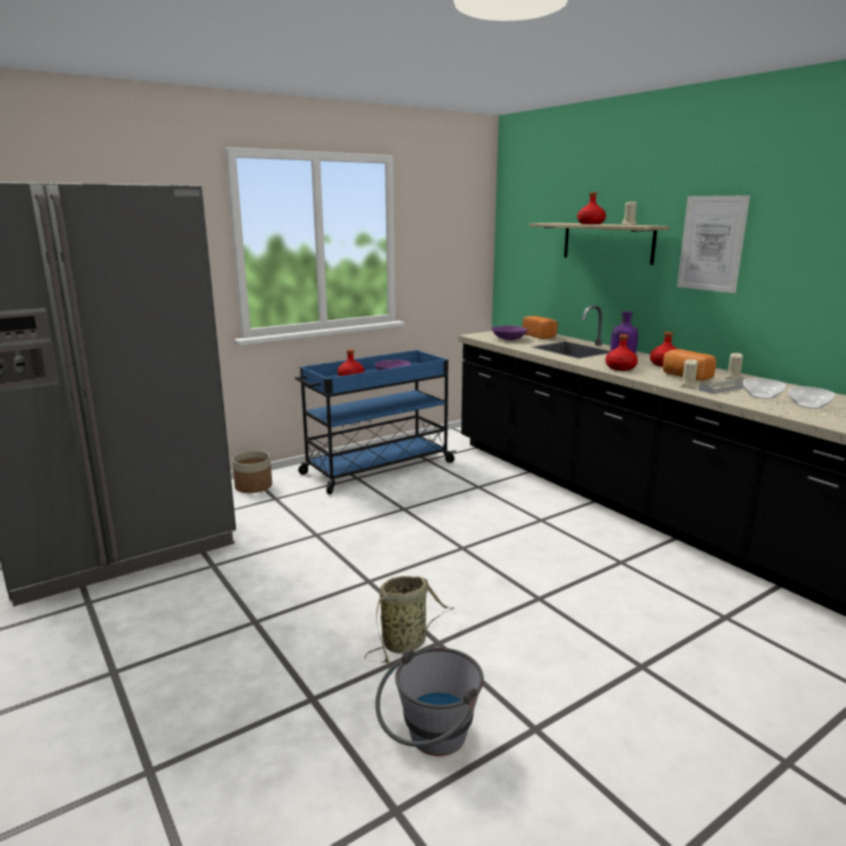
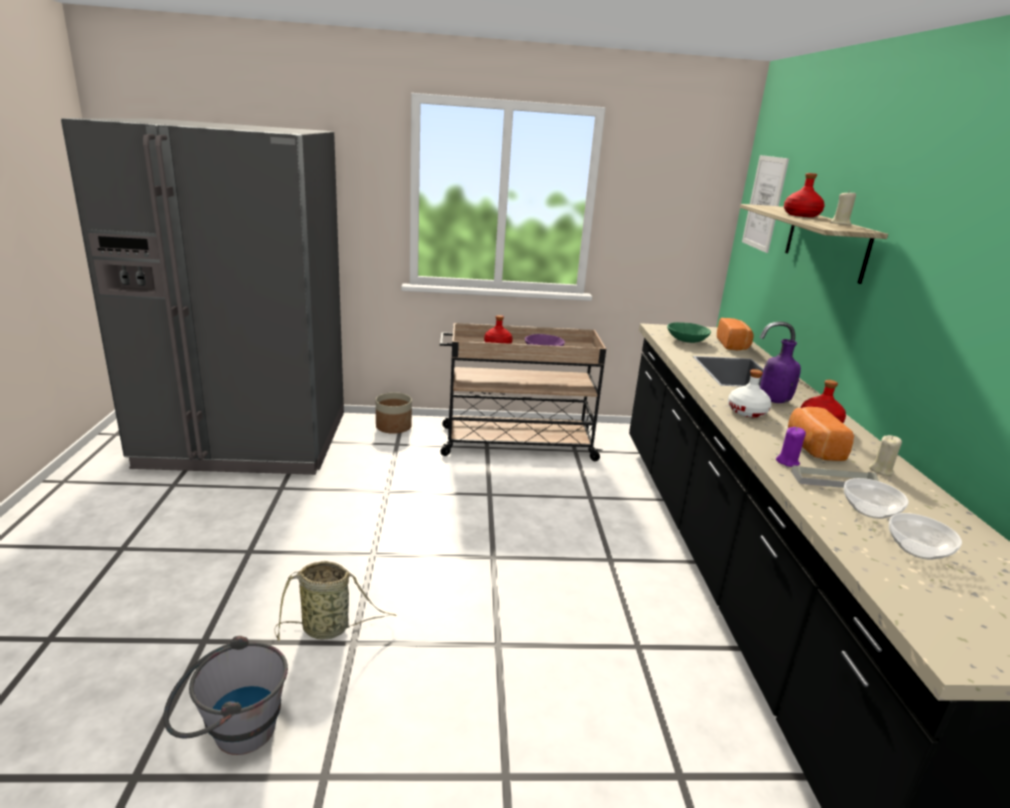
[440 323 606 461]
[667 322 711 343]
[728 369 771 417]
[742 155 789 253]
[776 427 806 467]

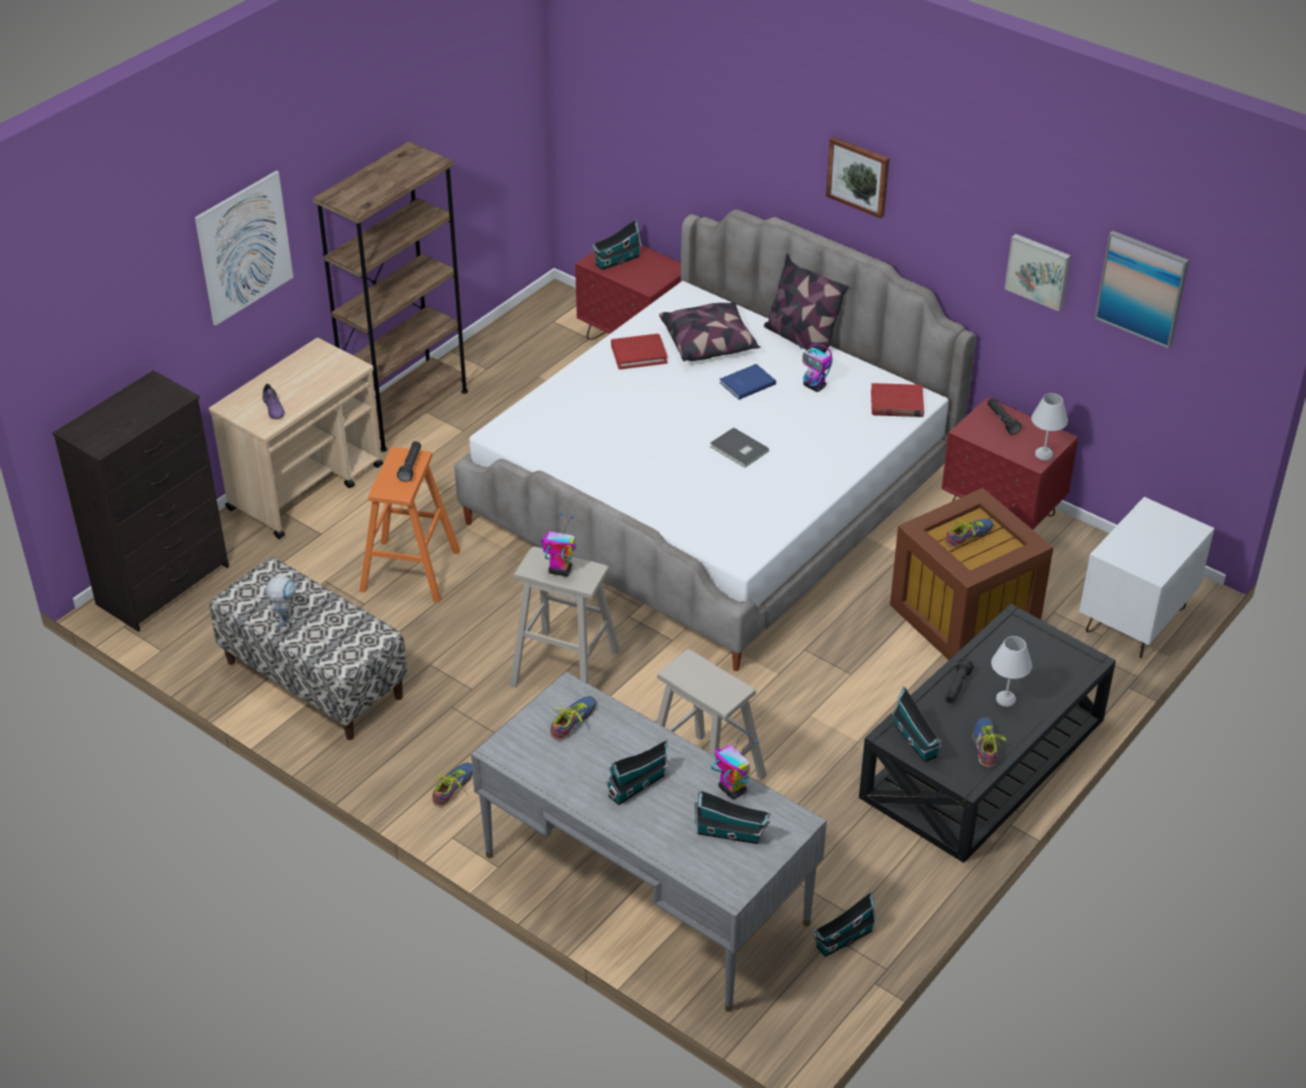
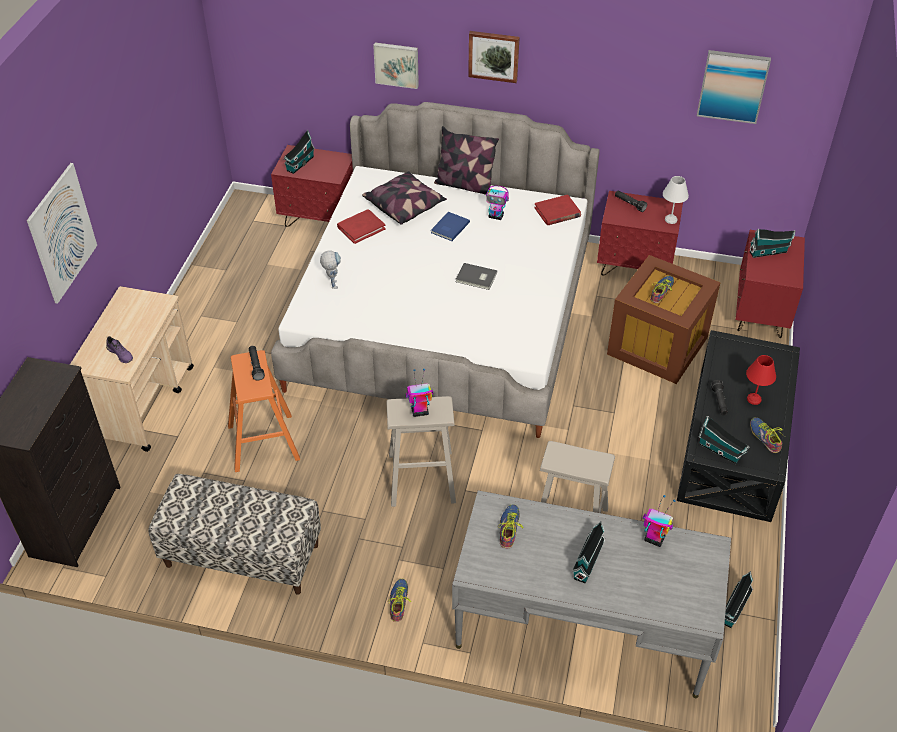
[320 250 341 289]
[313 141 468 452] (first image)
[749 229 796 258]
[746 355 776 405]
[373 43 419 89]
[736 230 805 338]

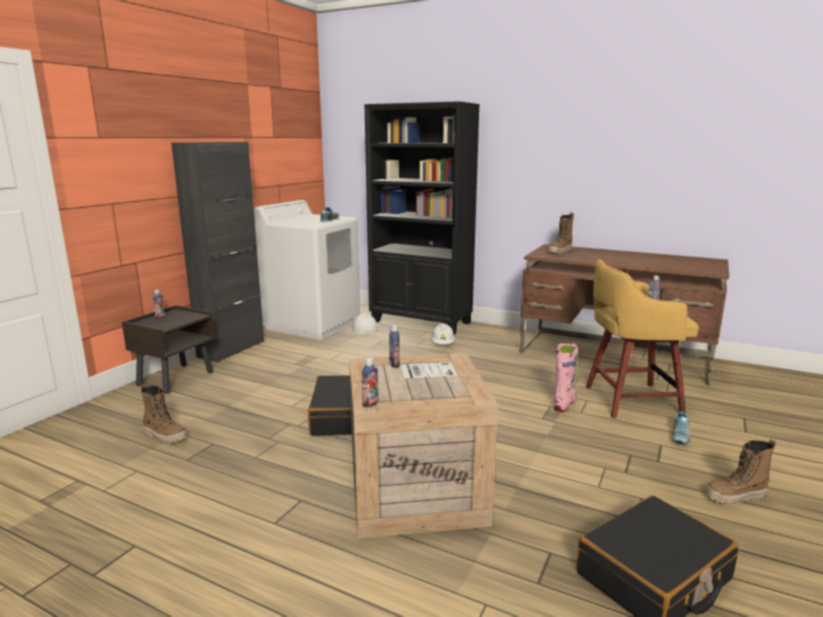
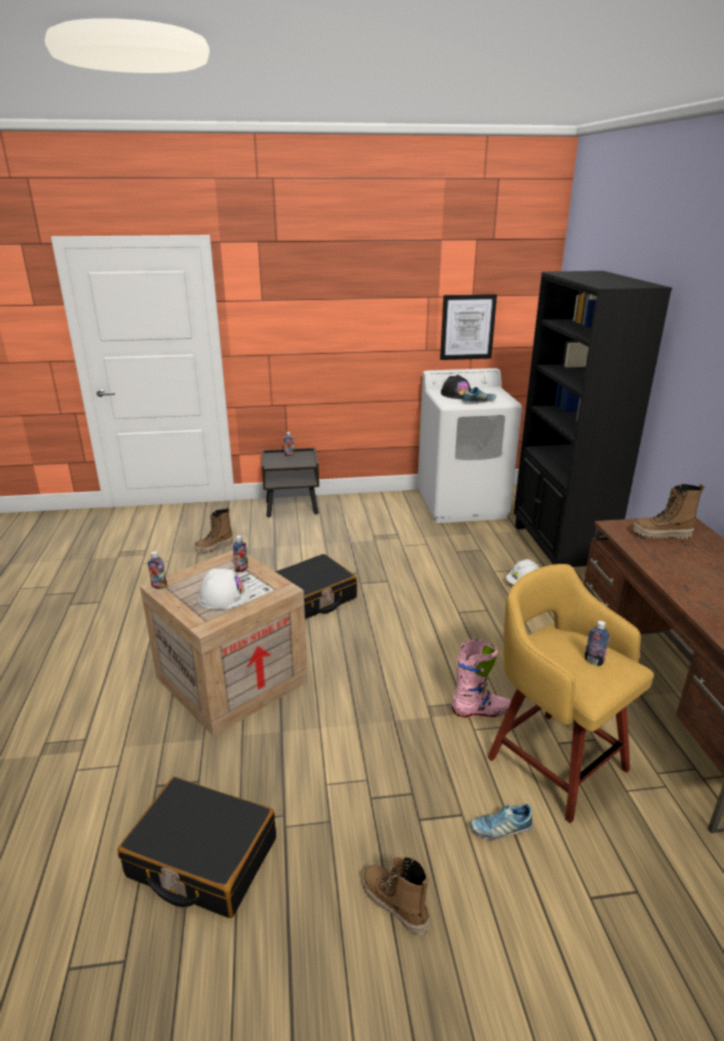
[195 507 233 553]
[171 142 264 363] (first image)
[198 569 251 609]
[440 294 497 360]
[441 375 472 399]

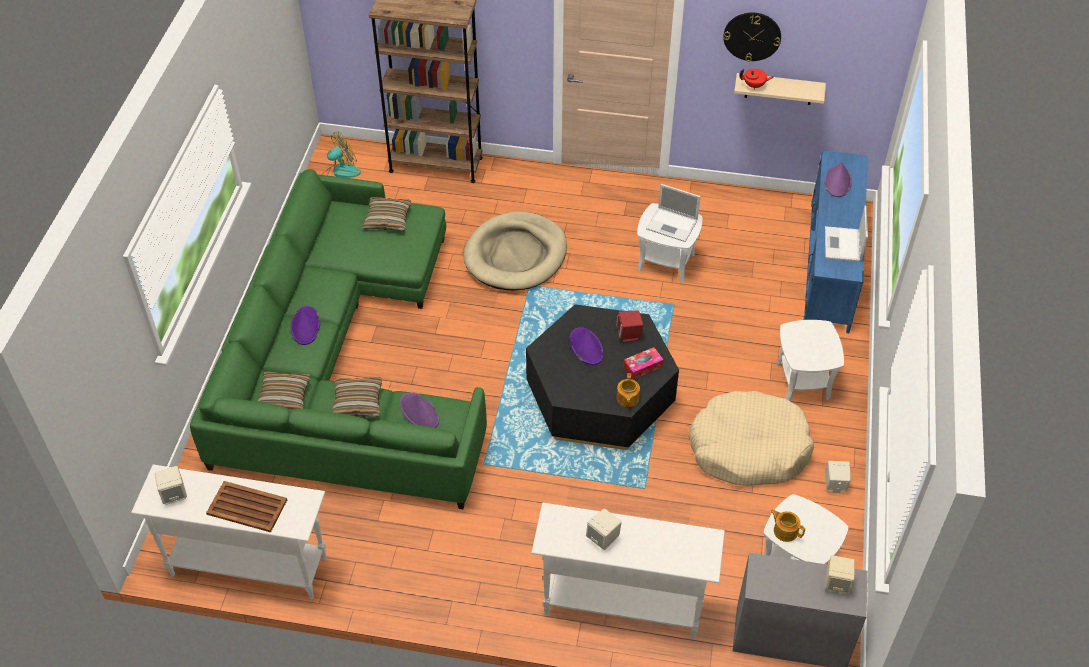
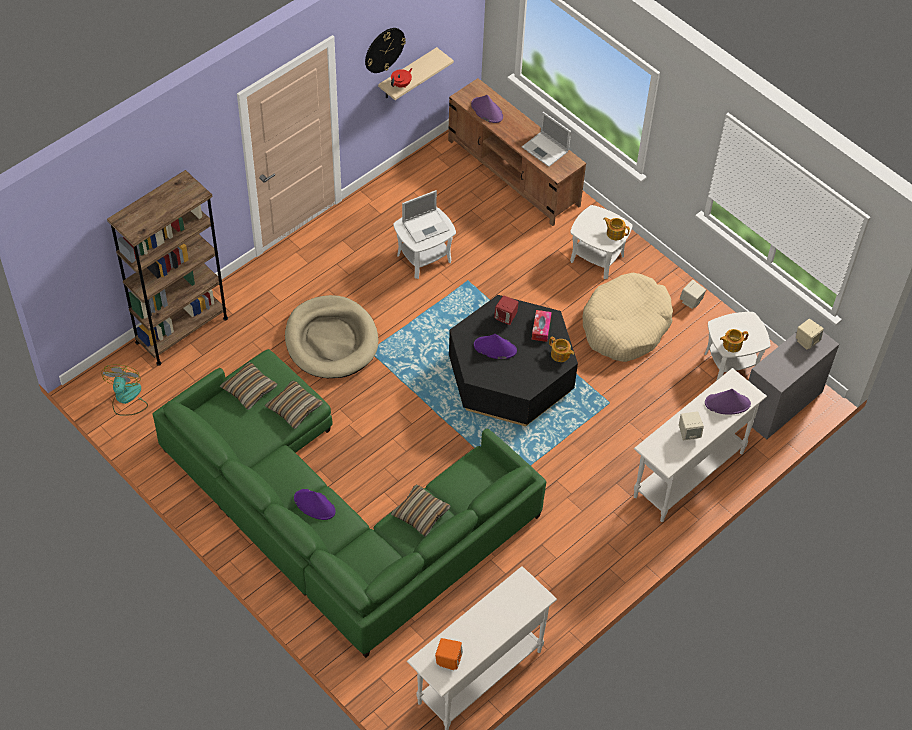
[435 638 463 670]
[206 481 287 532] (first image)
[265 380 323 429]
[705 389 751 415]
[448 78 586 226]
[604 217 630 240]

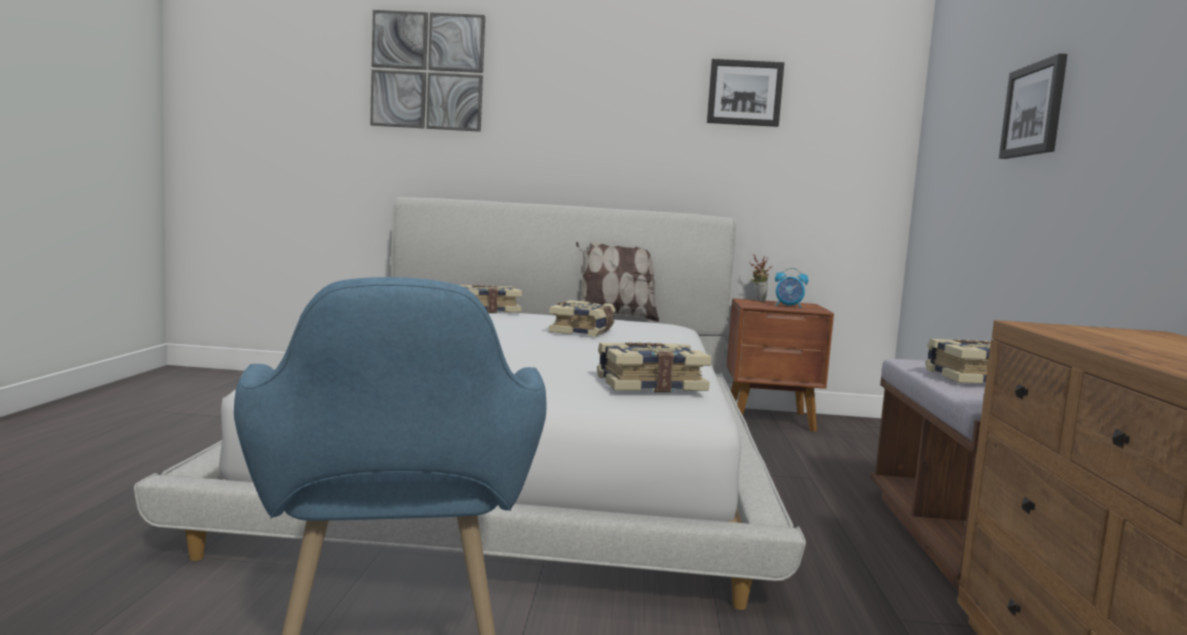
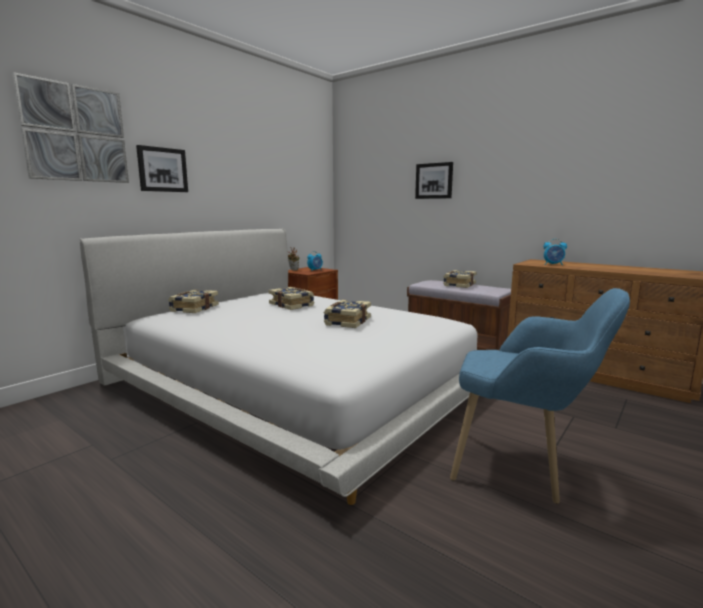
[576 242 659 322] (first image)
[324 300 371 328]
[136 145 188 192]
[544 239 567 265]

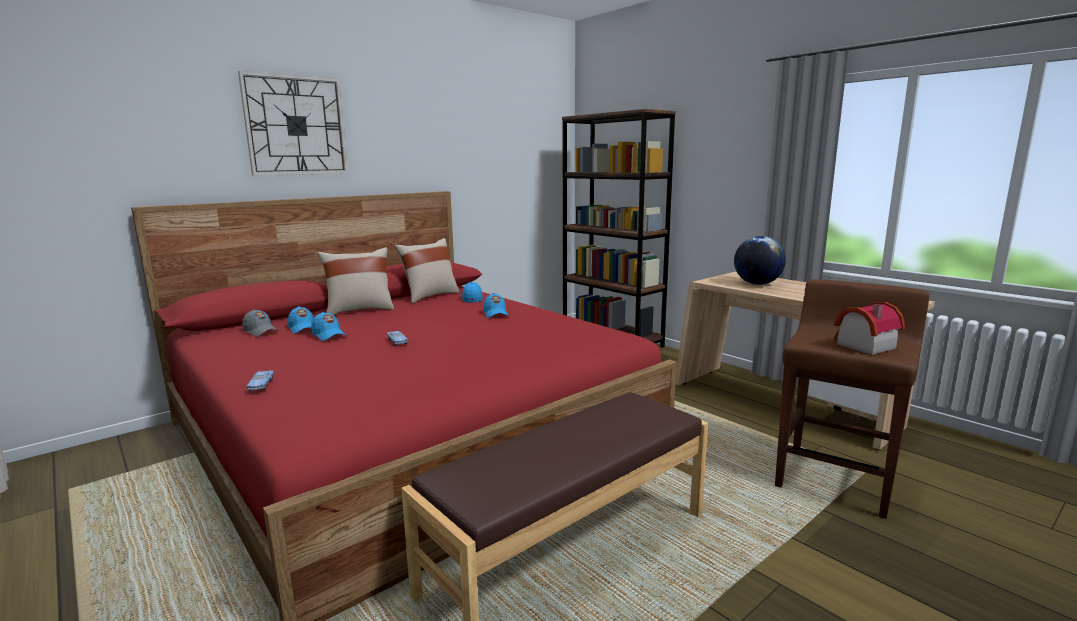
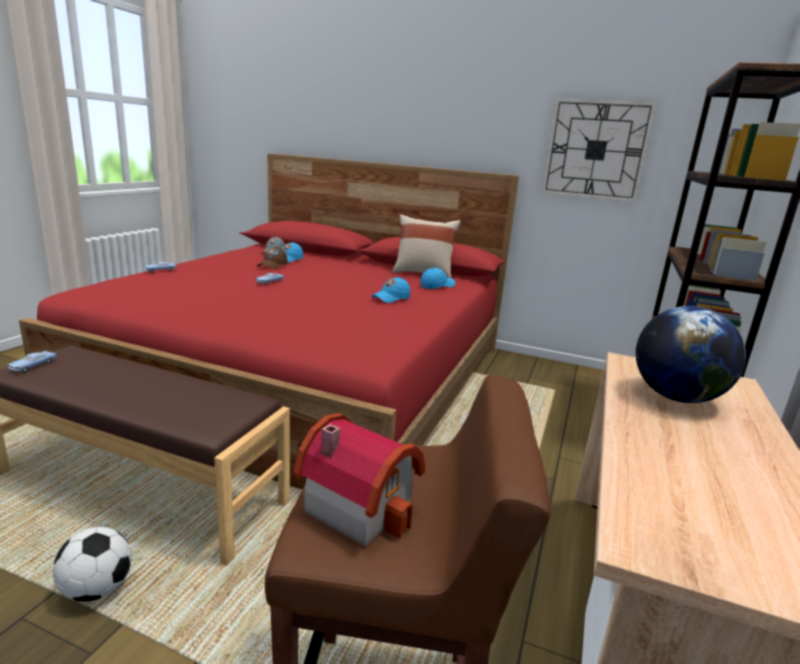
[542 98 657 202]
[257 247 288 269]
[317 247 394 315] (first image)
[8 351 57 373]
[53 527 132 601]

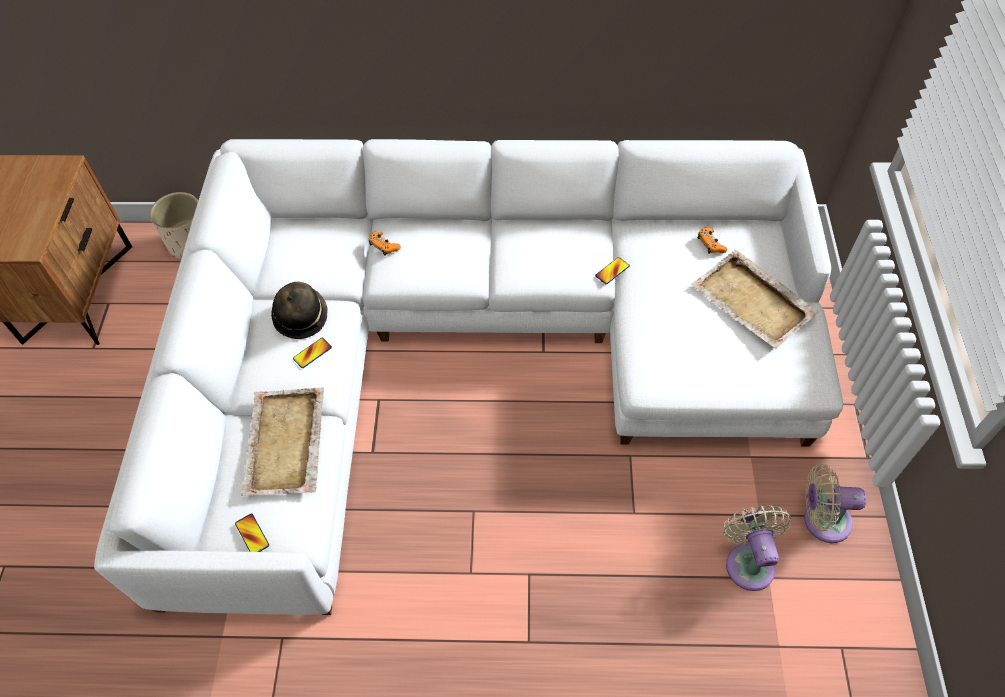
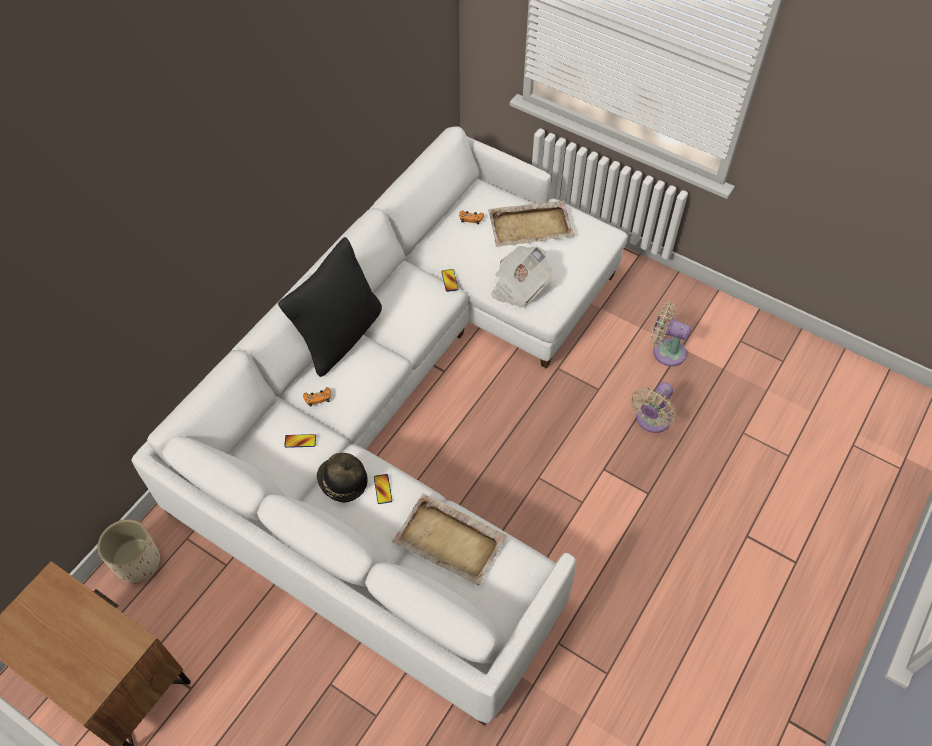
[284 434 316 448]
[631 382 676 433]
[278 237 382 377]
[491 246 552 308]

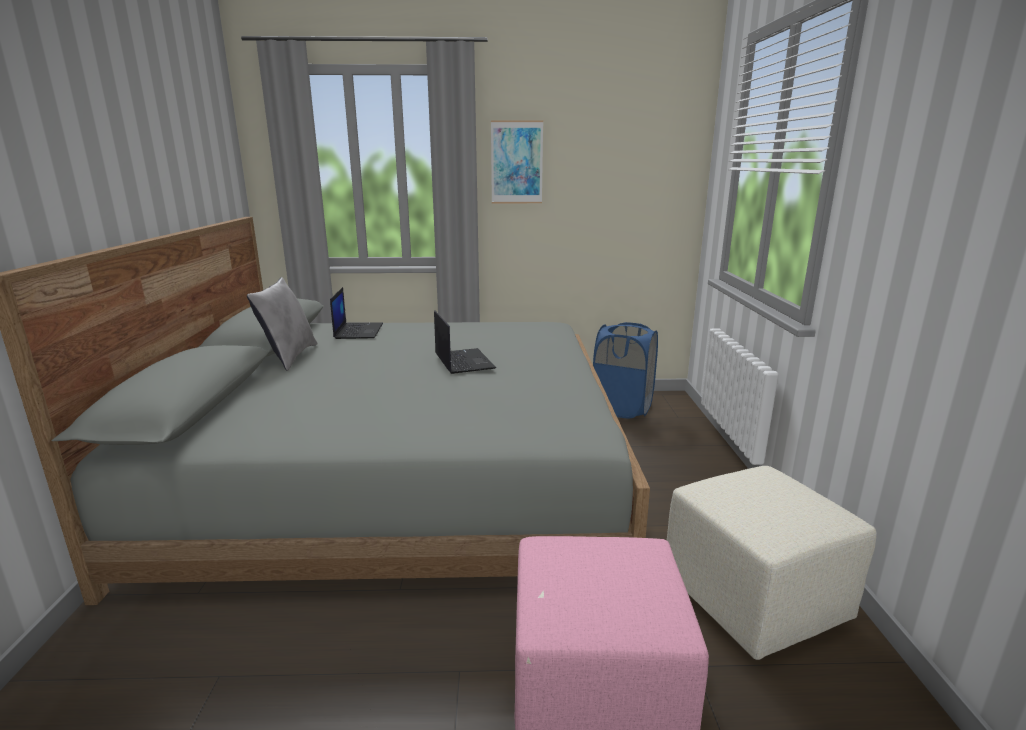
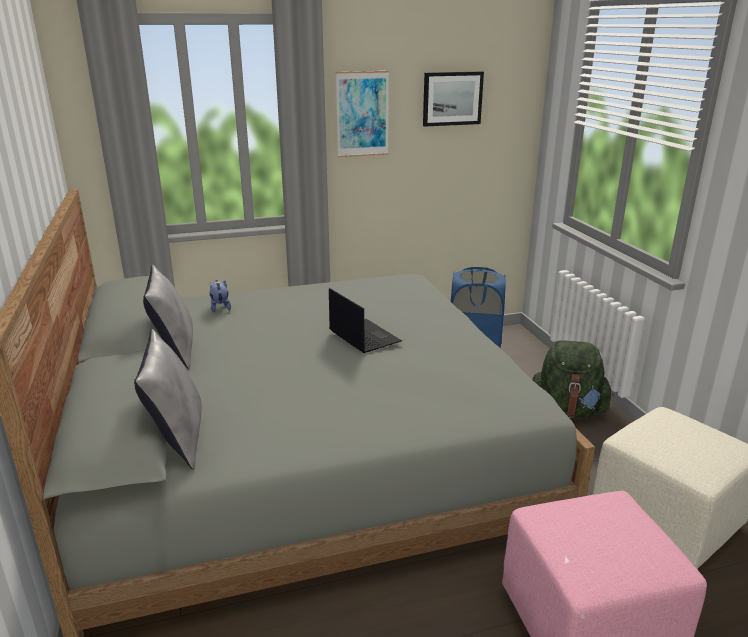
[210 280 231 312]
[134 329 202 470]
[423 71 484 127]
[533 340 614 418]

